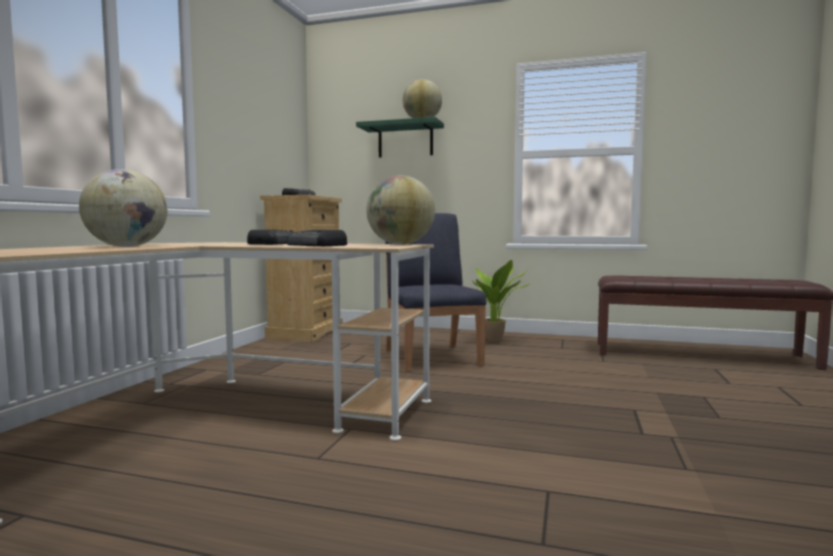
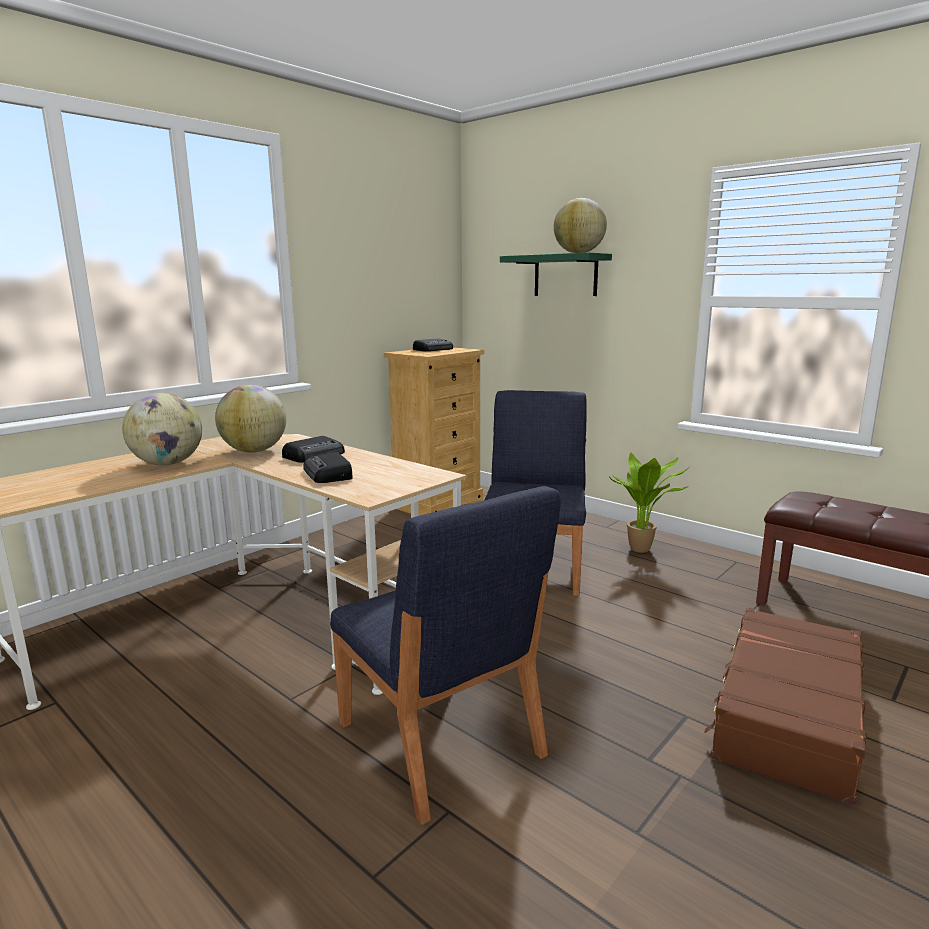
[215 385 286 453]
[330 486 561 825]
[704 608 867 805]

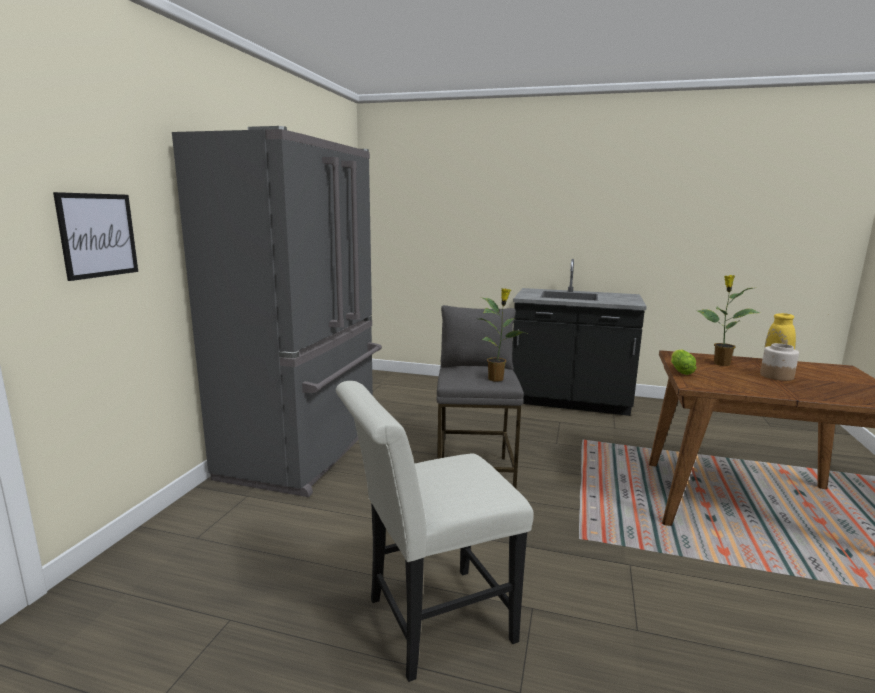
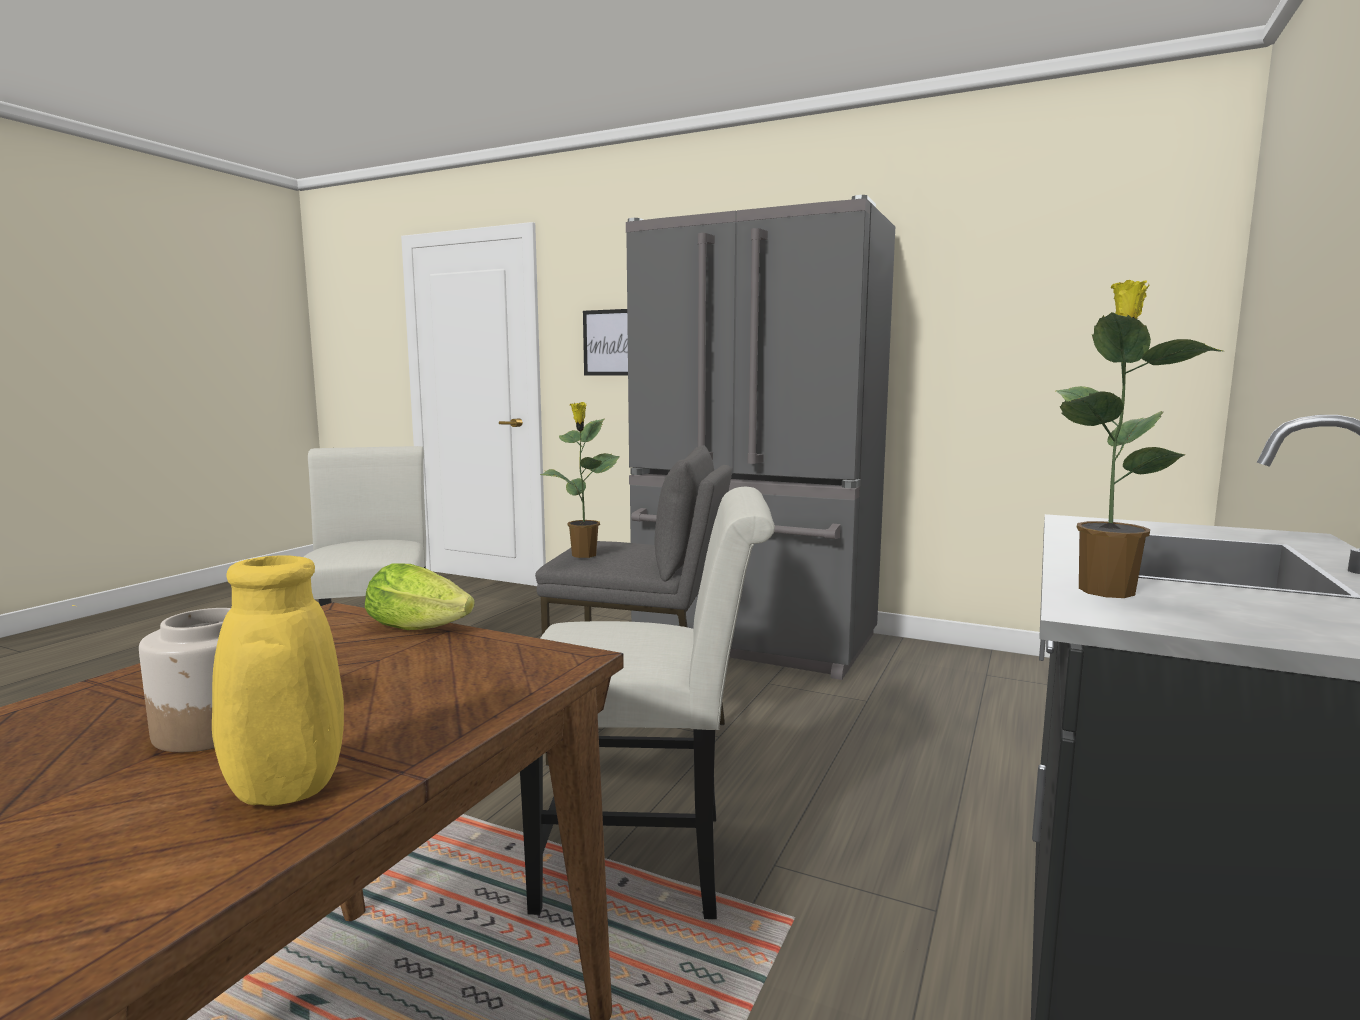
[1056 280 1223 598]
[520 487 775 919]

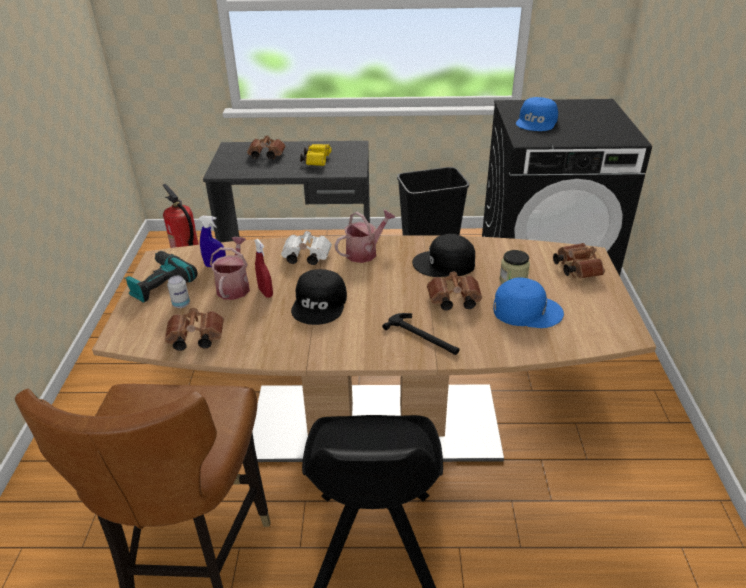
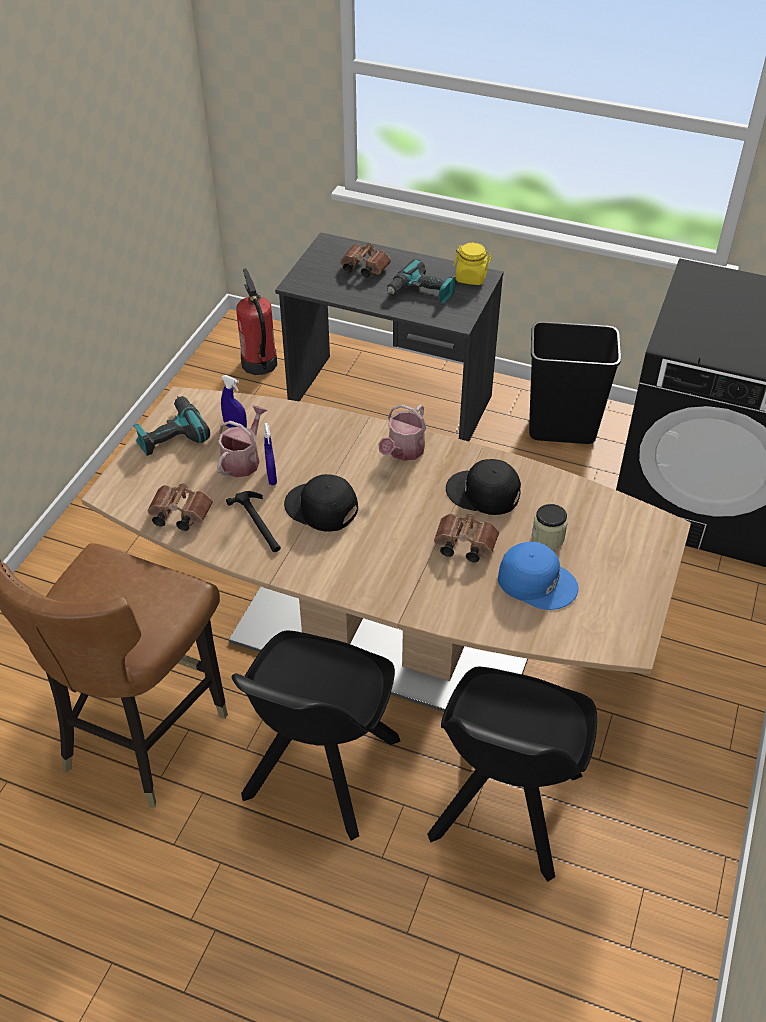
[167 276 190 308] (first image)
[264 423 277 485]
[281 231 332 265] (first image)
[284 474 358 532]
[387 259 456 304]
[378 404 426 461]
[226 491 281 552]
[516 97 558 131] (first image)
[553 243 605 278] (first image)
[427 667 597 882]
[453 243 492 285]

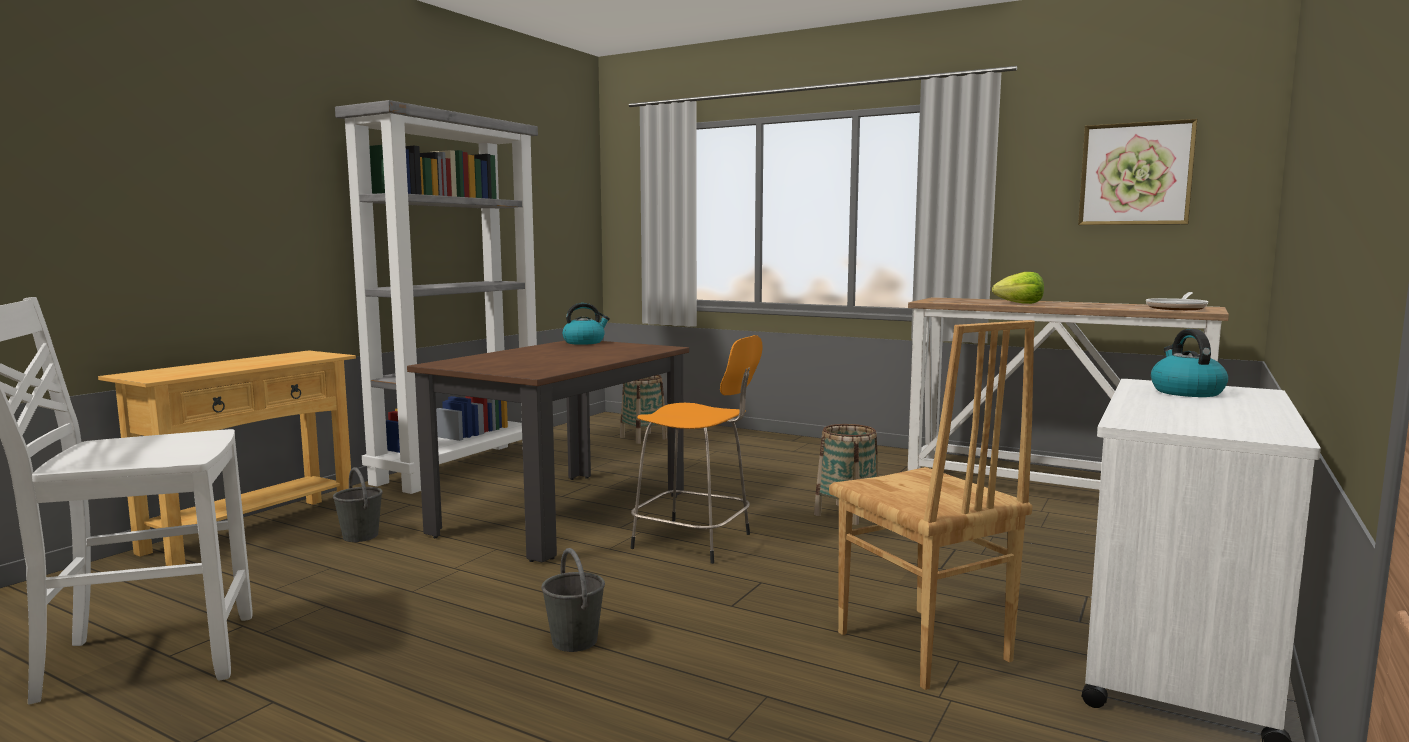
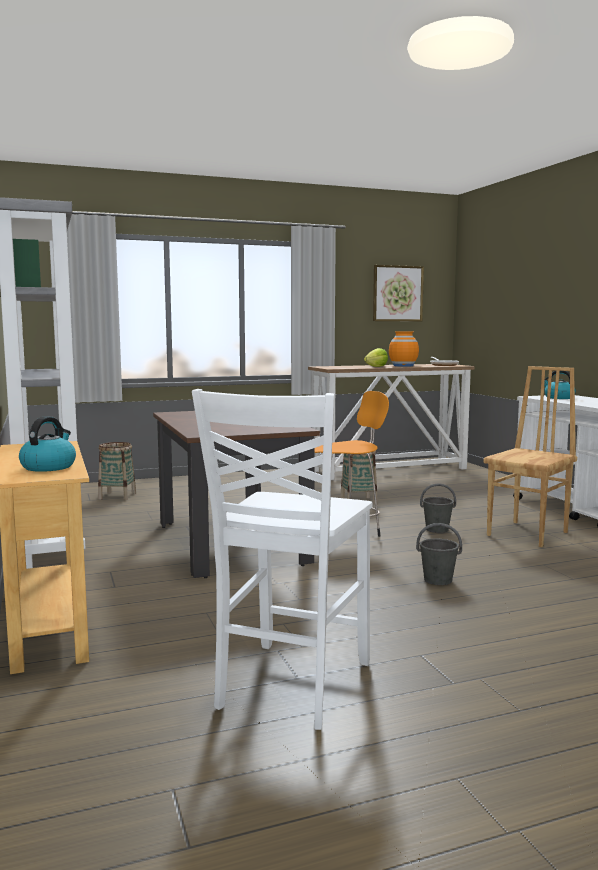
[420 484 456 533]
[19 416 76 472]
[483 366 577 547]
[389 331 419 367]

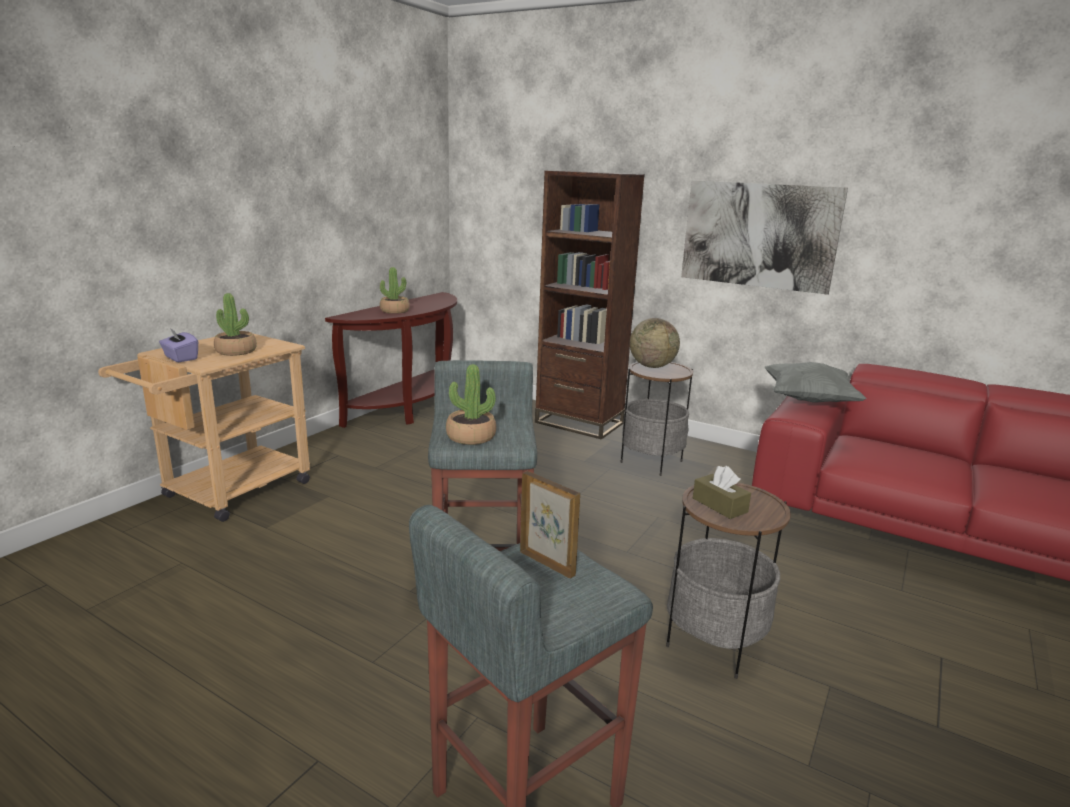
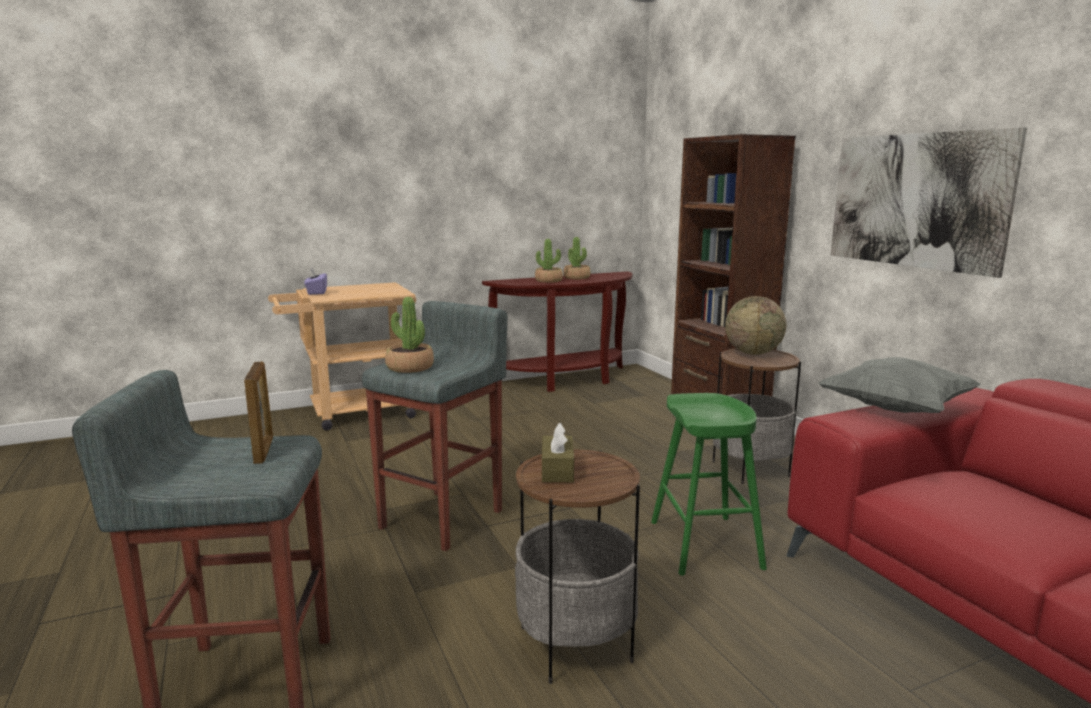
[563 237 590 280]
[651 393 767 576]

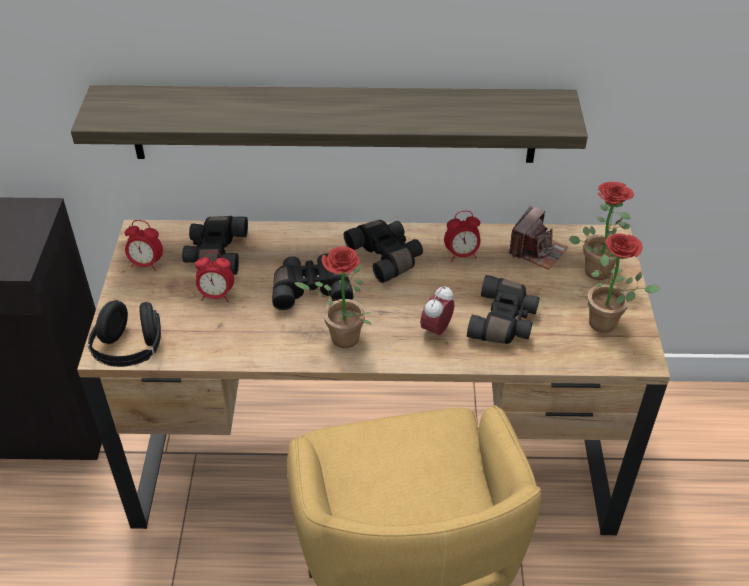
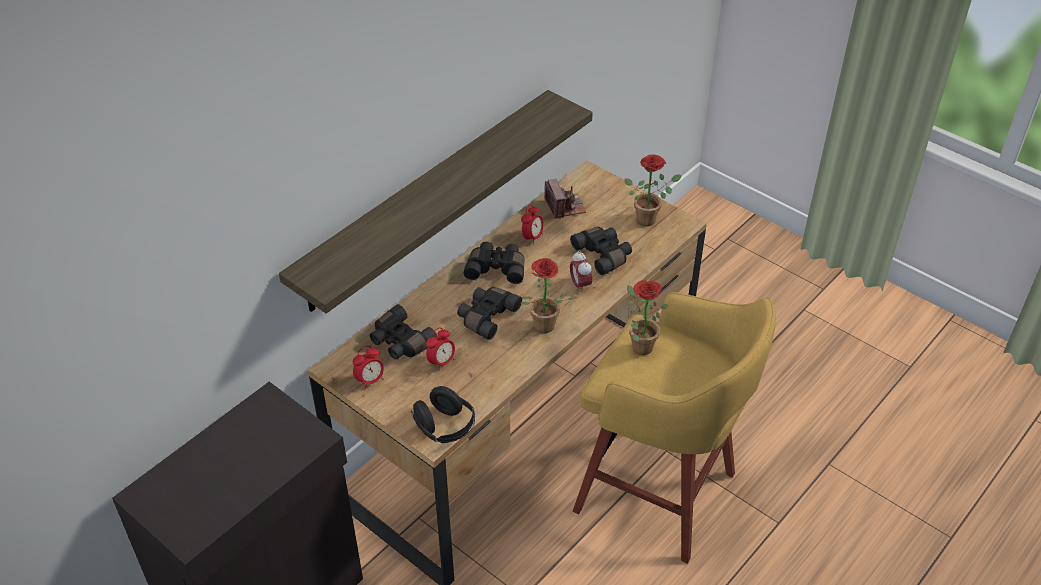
[627 280 668 355]

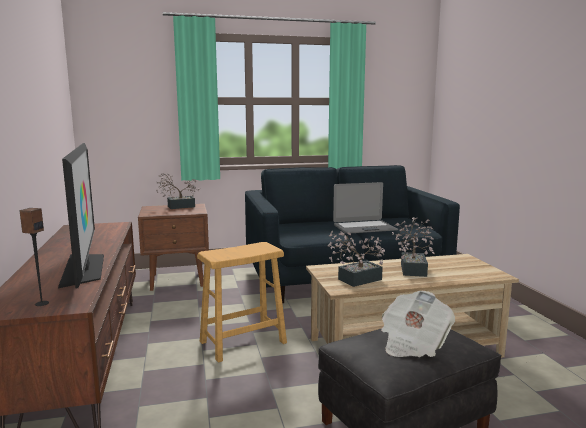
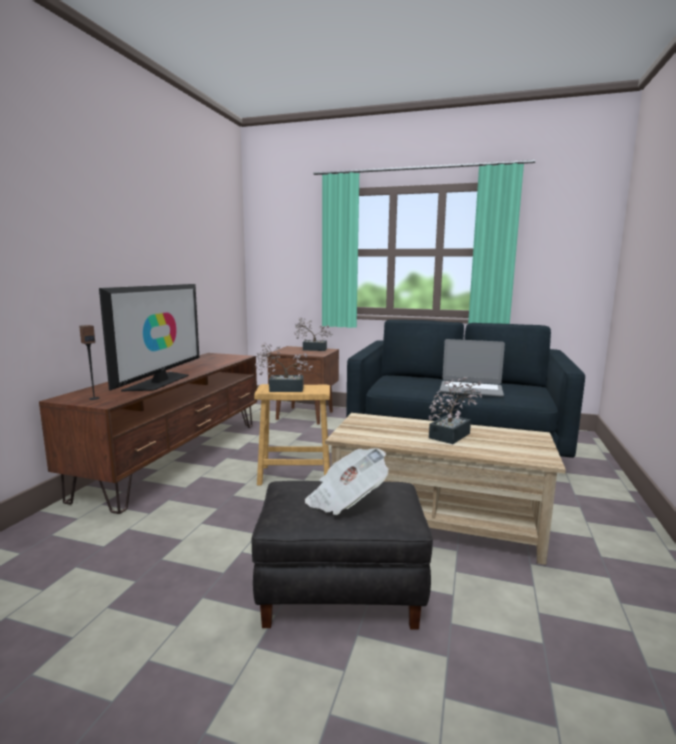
[255 343 313 392]

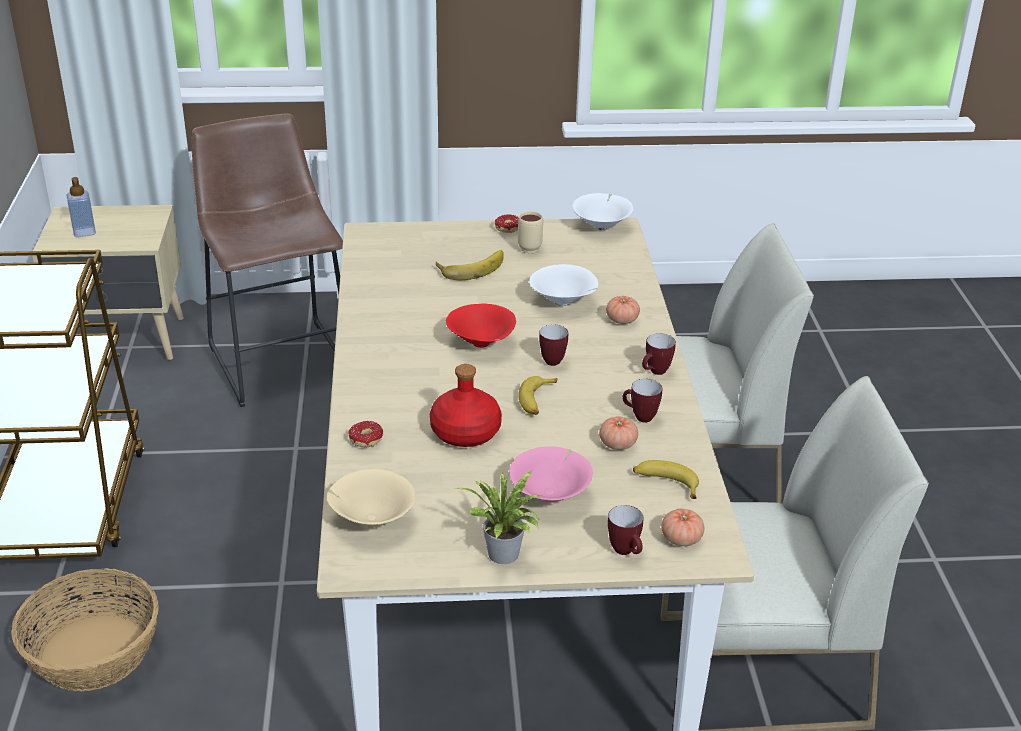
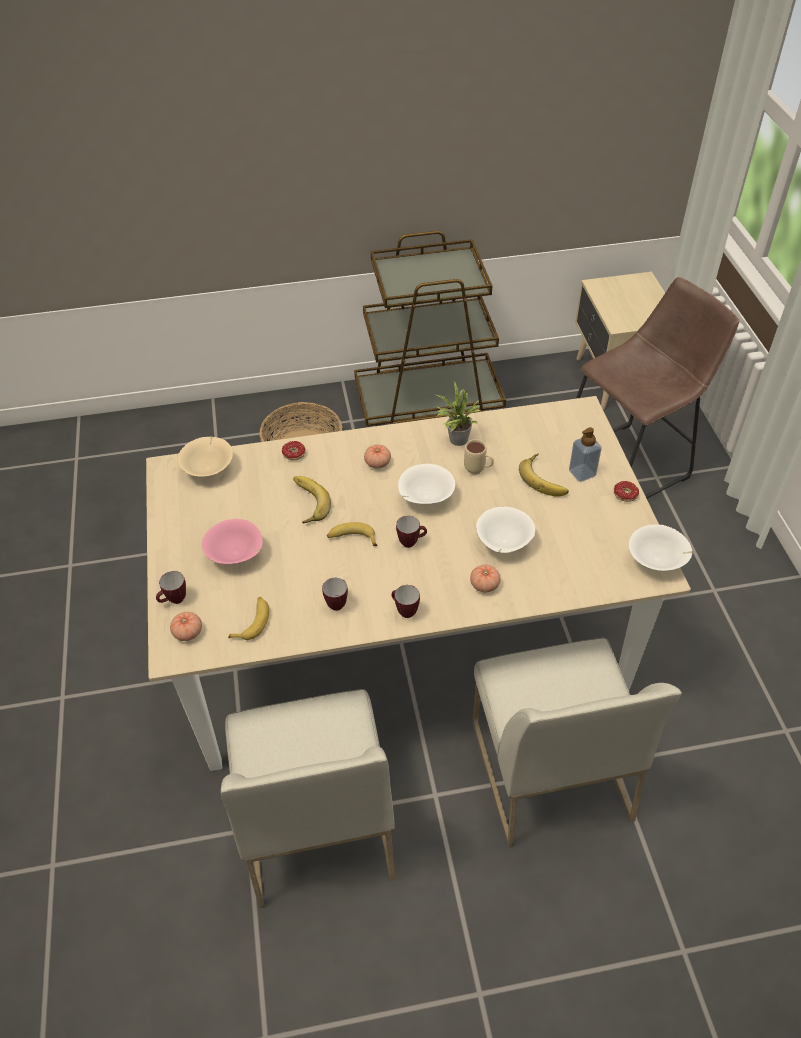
[569 427 602 482]
[293 476 331 523]
[398 464 455 504]
[433 381 481 446]
[464 439 494 475]
[364 444 391 469]

